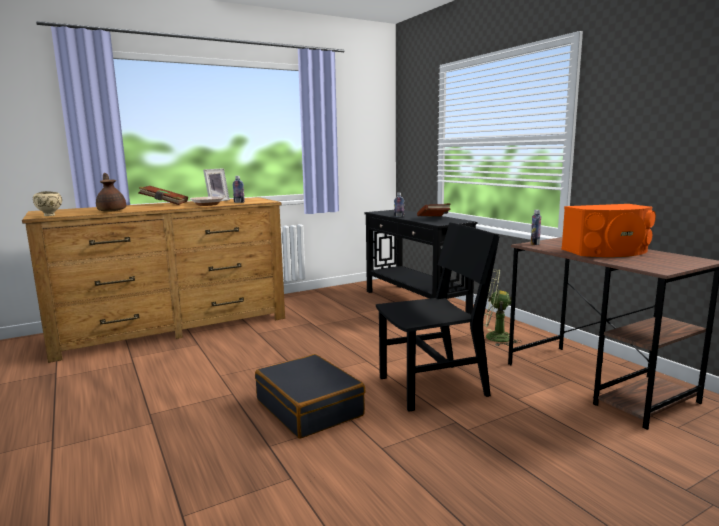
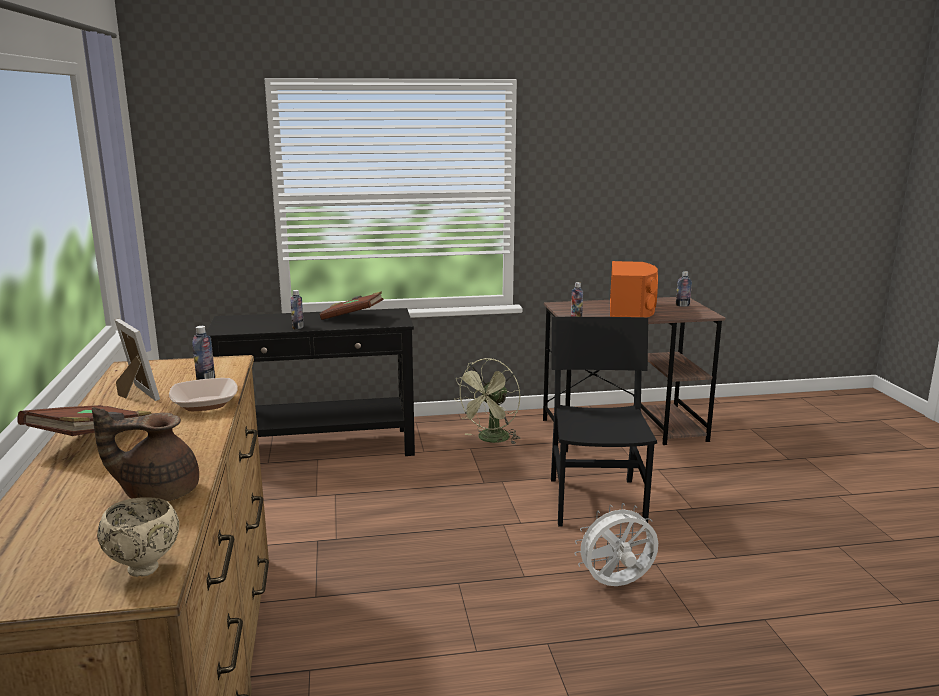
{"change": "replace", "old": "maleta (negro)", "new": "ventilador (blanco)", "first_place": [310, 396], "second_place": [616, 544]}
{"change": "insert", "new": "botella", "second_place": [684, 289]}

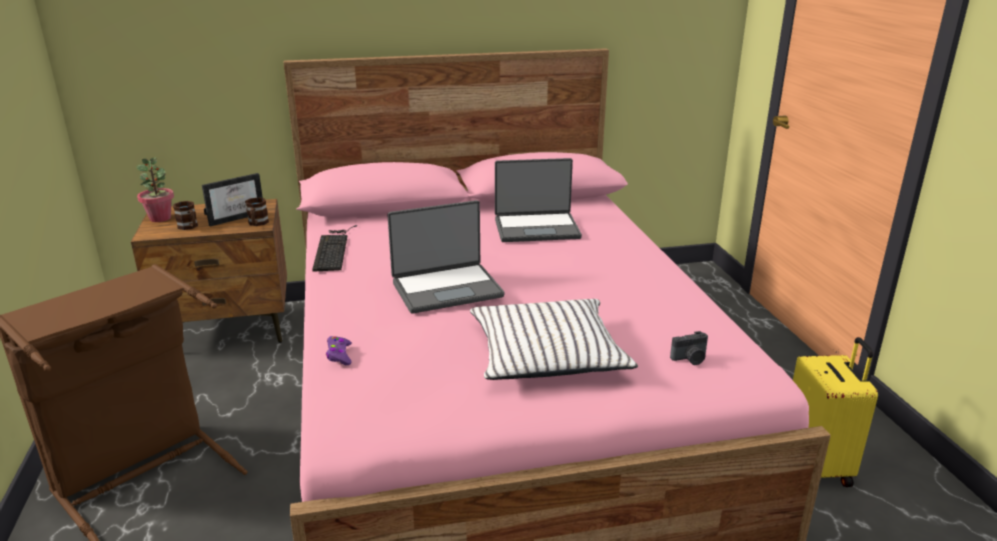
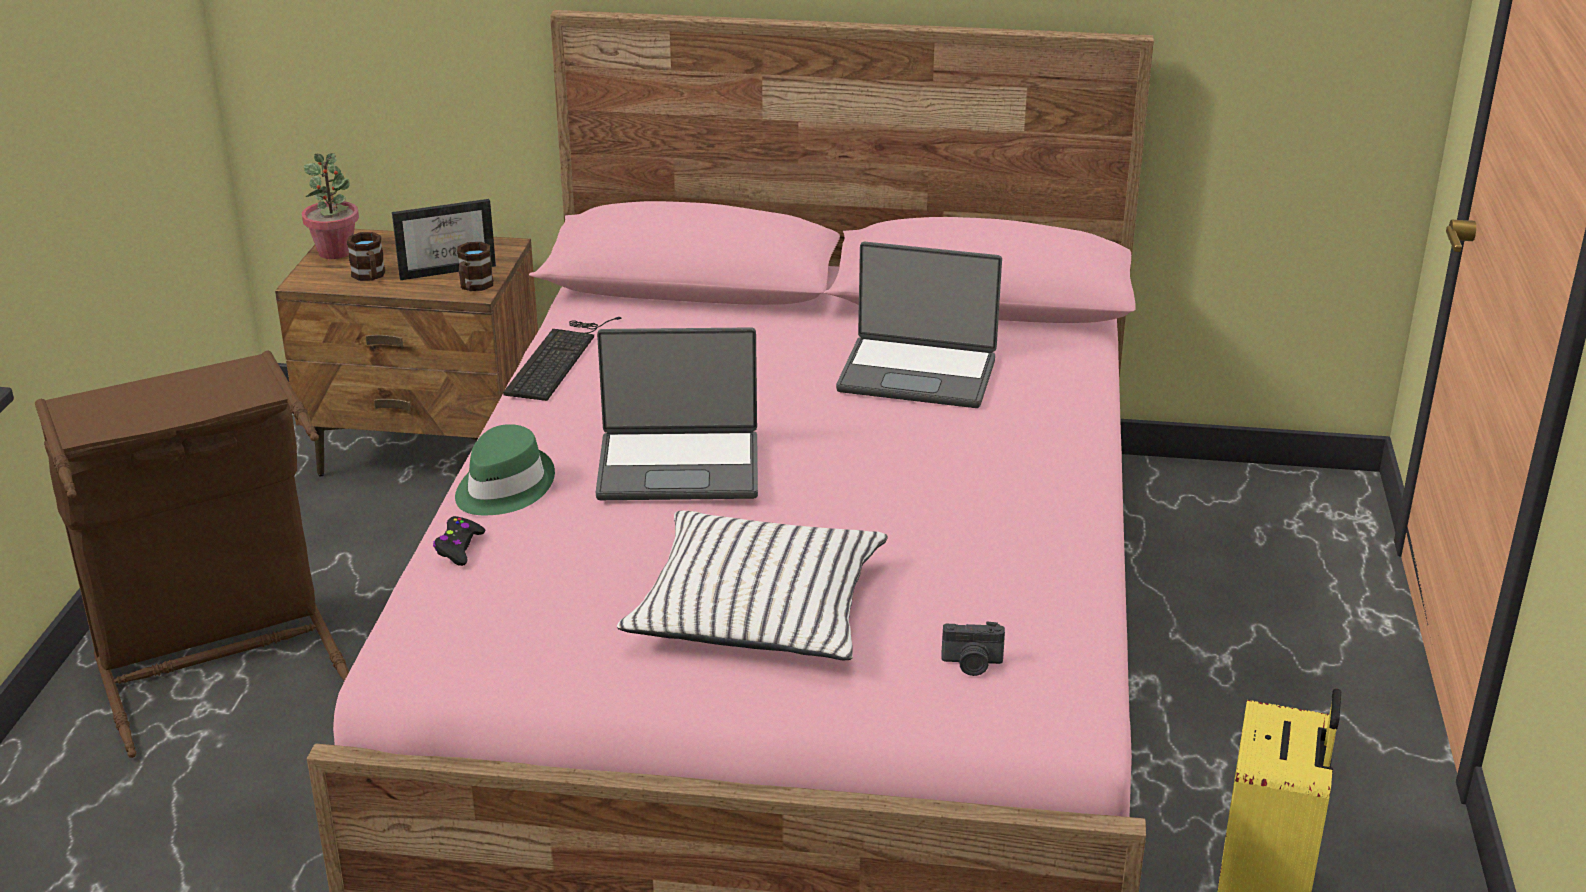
{"change": "recolor", "old": "mando de consola (morado)", "new": "mando de consola (negro)", "first_place": [339, 350], "second_place": [459, 541]}
{"change": "insert", "new": "sombrero (verde)", "second_place": [505, 469]}

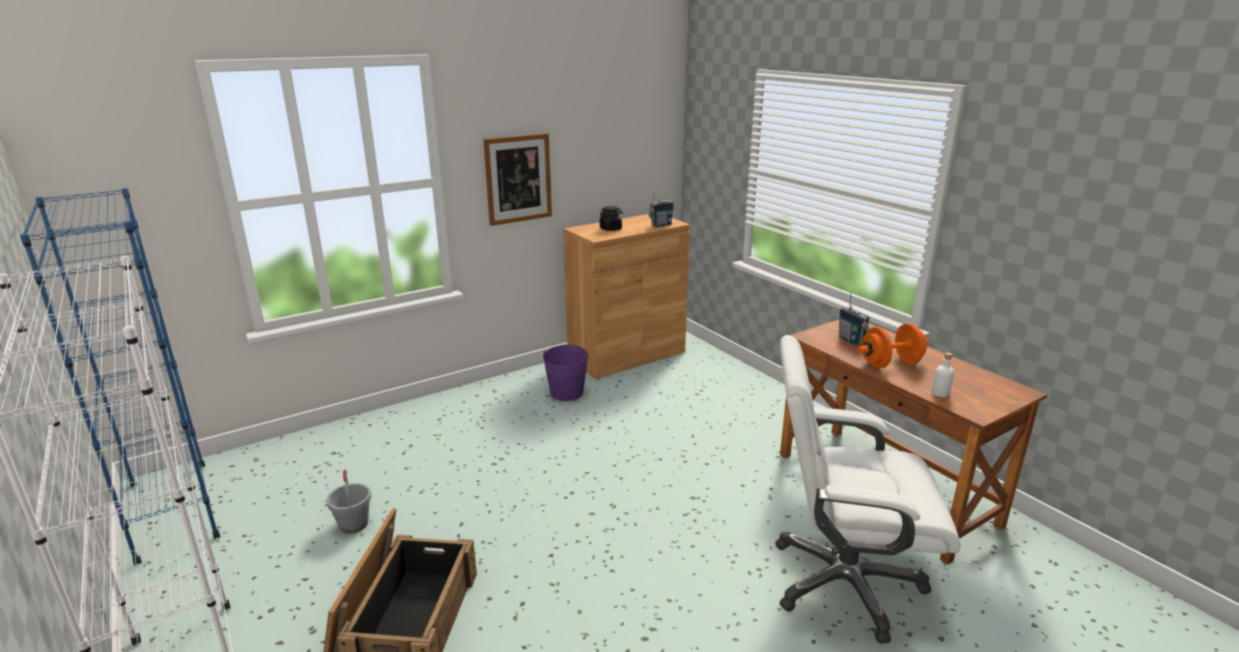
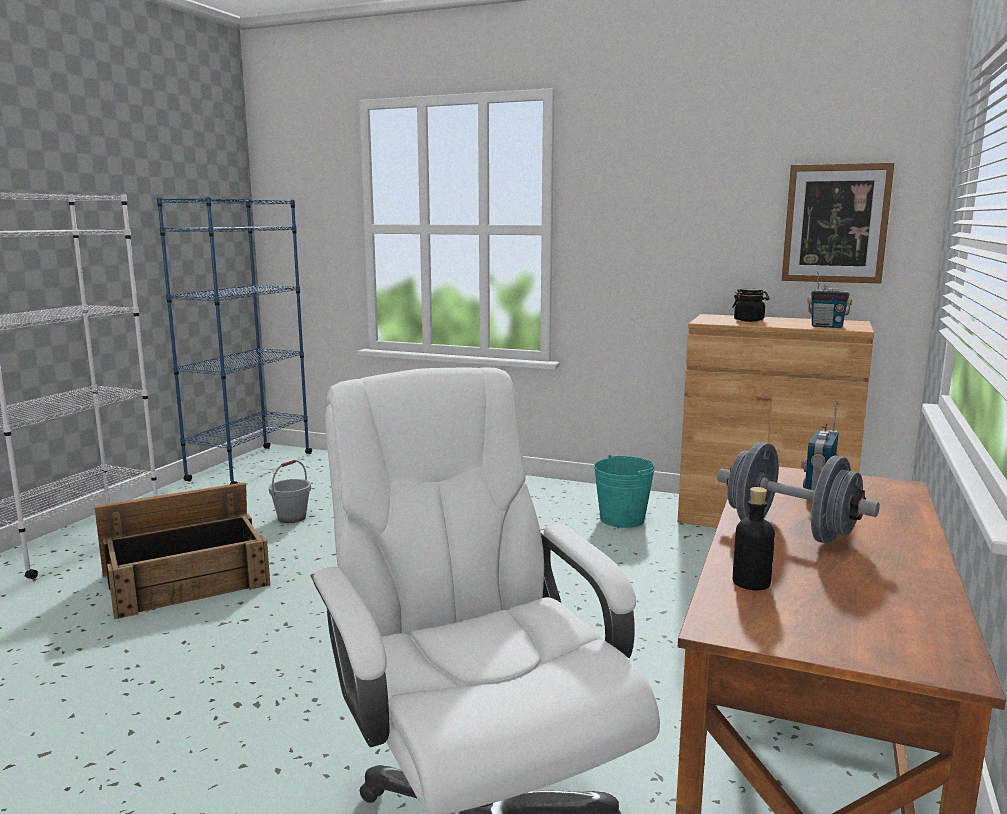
{"change": "recolor", "old": "cubo (morado)", "new": "cubo (turquesa)", "first_place": [565, 373], "second_place": [624, 491]}
{"change": "recolor", "old": "mancuerna (naranja)", "new": "mancuerna (gris)", "first_place": [893, 345], "second_place": [798, 493]}
{"change": "recolor", "old": "botella (blanco)", "new": "botella (negro)", "first_place": [943, 374], "second_place": [754, 538]}
{"change": "move", "old": "cuadro", "first_place": [517, 179], "second_place": [838, 223]}

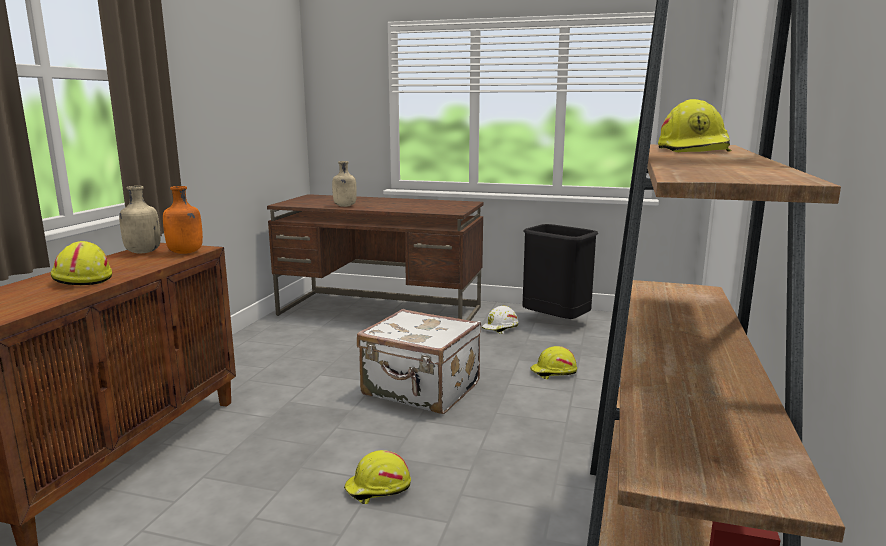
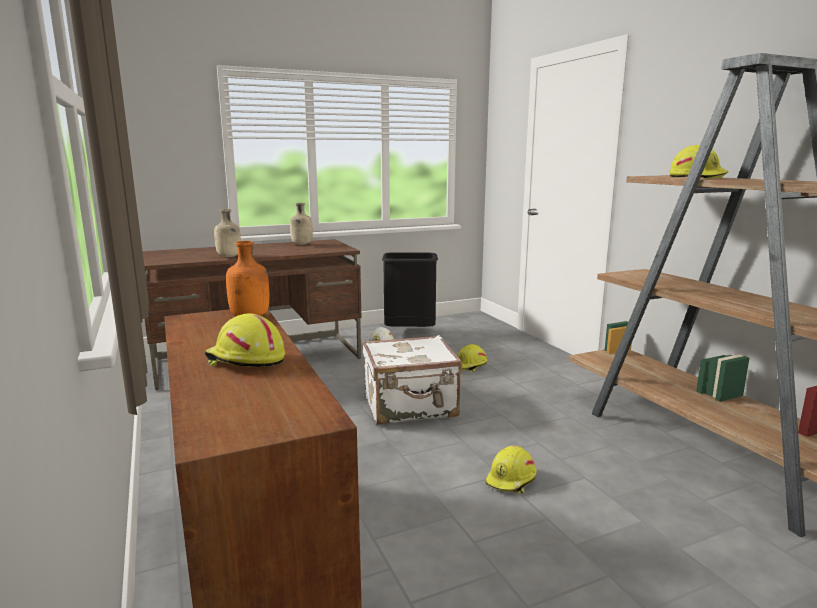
{"change": "move", "old": "botella (beis)", "first_place": [139, 219], "second_place": [301, 224]}

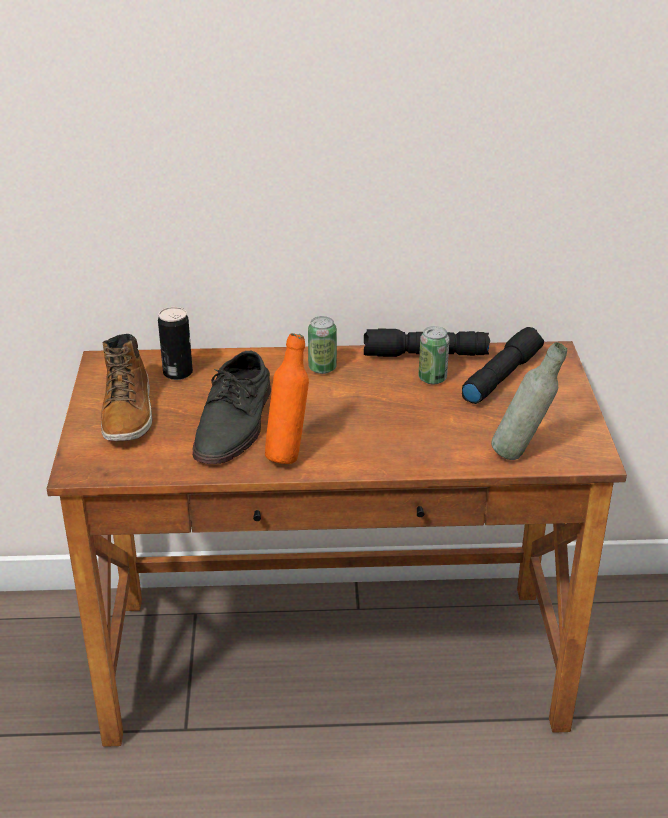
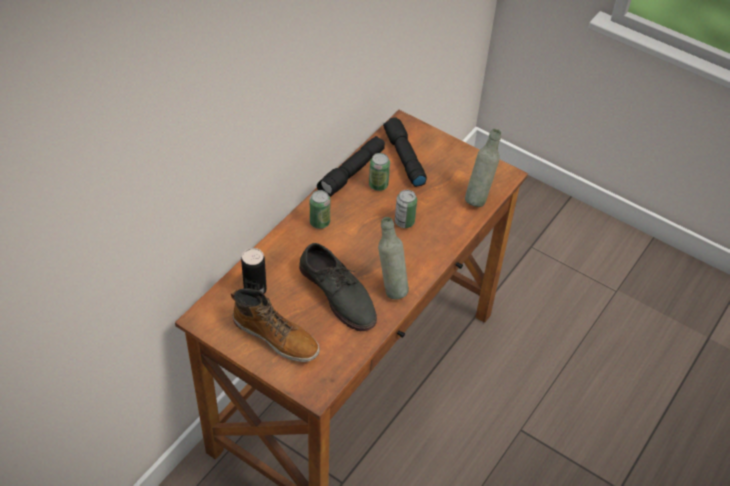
{"change": "recolor", "old": "botella (naranja)", "new": "botella (gris)", "first_place": [287, 398], "second_place": [393, 258]}
{"change": "insert", "new": "lata", "second_place": [406, 209]}

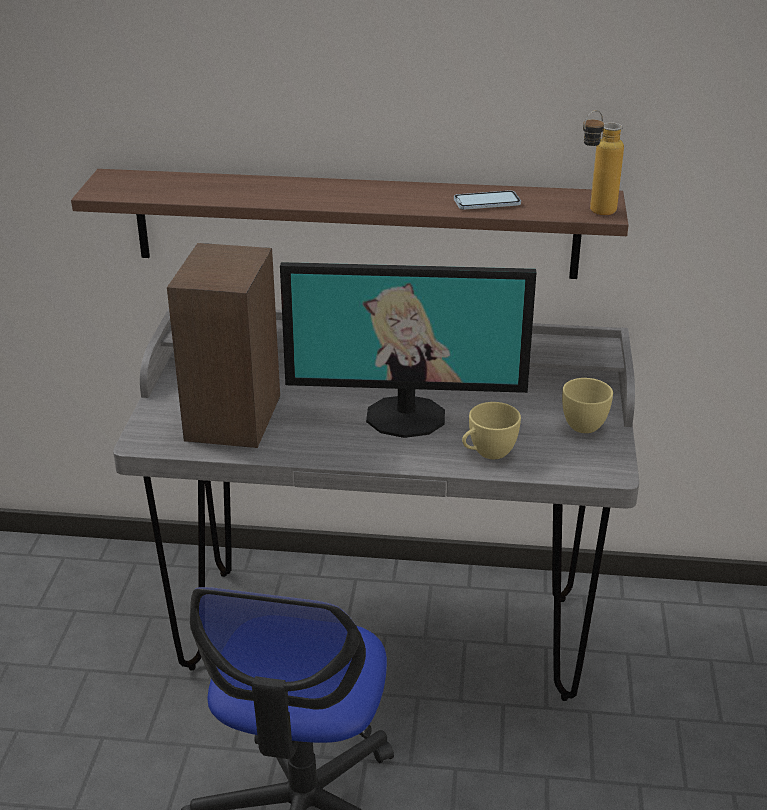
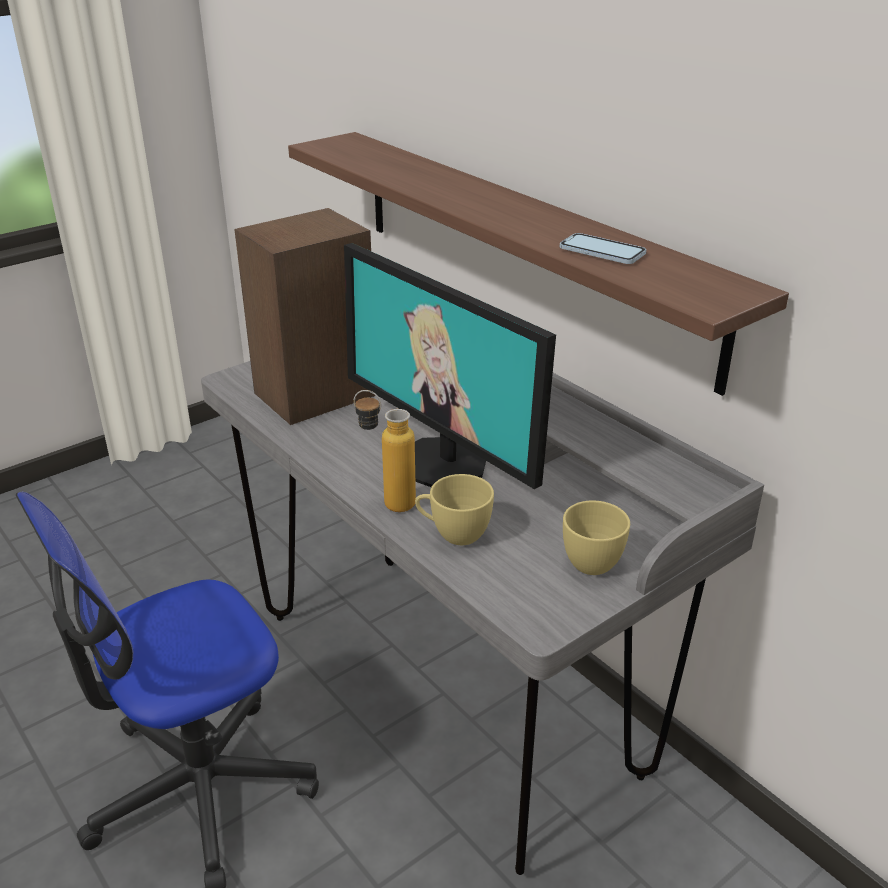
{"change": "move", "old": "botella", "first_place": [603, 162], "second_place": [385, 451]}

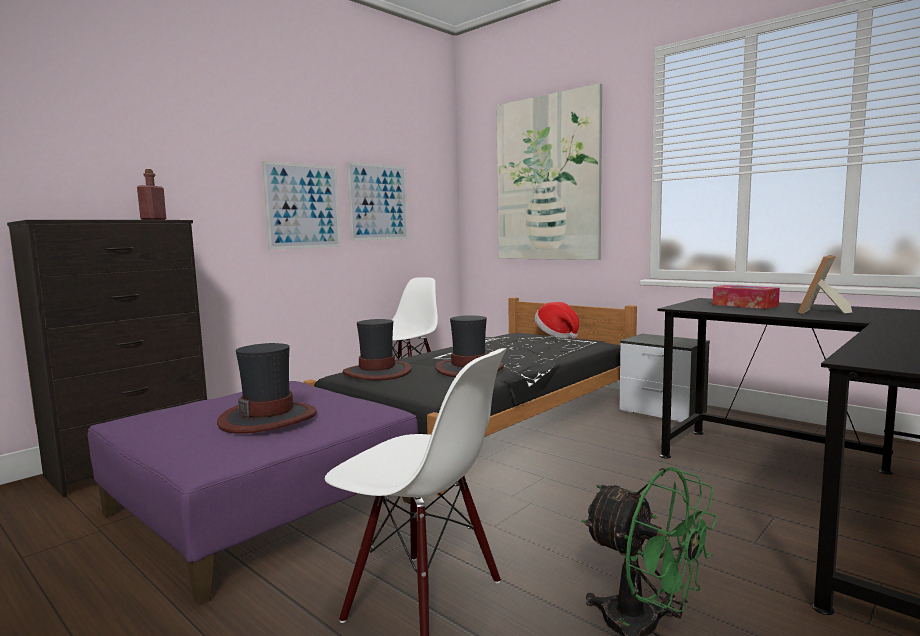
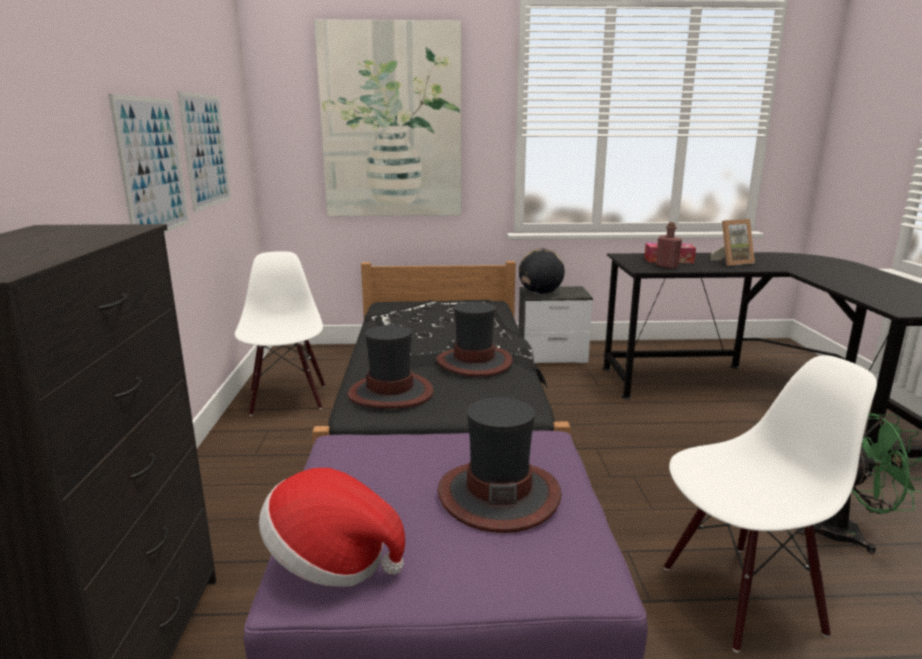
{"change": "move", "old": "sombrero", "first_place": [557, 320], "second_place": [332, 527]}
{"change": "insert", "new": "globo terráqueo", "second_place": [542, 271]}
{"change": "move", "old": "botella (rojo)", "first_place": [151, 194], "second_place": [669, 245]}
{"change": "rotate", "old": "portarretratos", "first_place": [825, 284], "second_place": [732, 242], "degrees": -105}

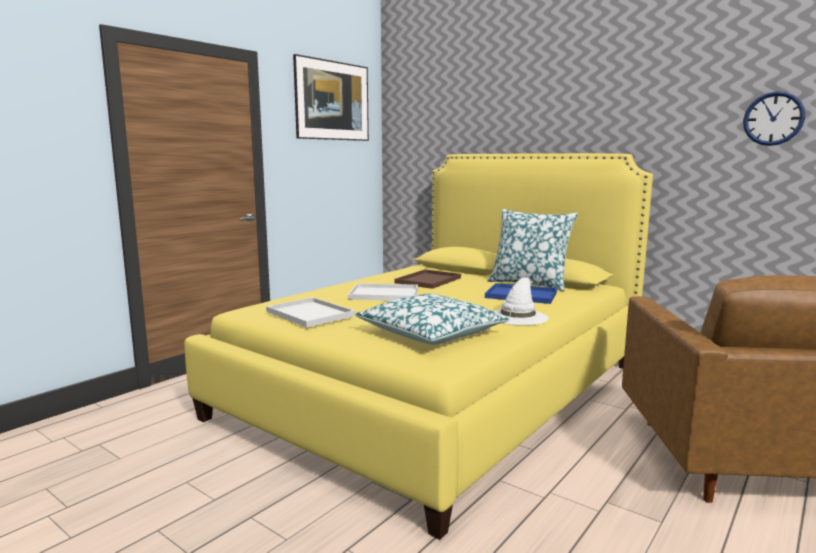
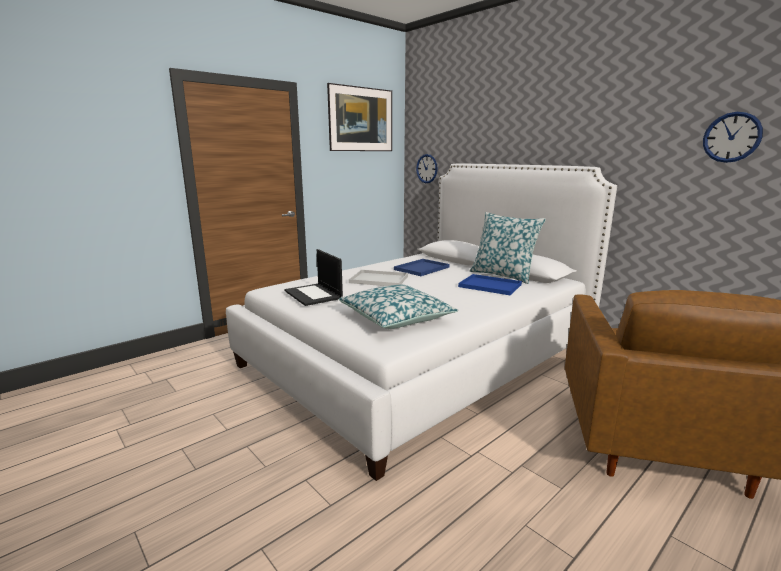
{"change": "recolor", "old": "cama (amarillo)", "new": "cama (blanco)", "first_place": [418, 346], "second_place": [421, 322]}
{"change": "replace", "old": "bandeja (blanco)", "new": "portátil", "first_place": [310, 312], "second_place": [313, 277]}
{"change": "recolor", "old": "bandeja (marrón)", "new": "bandeja (azul)", "first_place": [428, 279], "second_place": [421, 267]}
{"change": "insert", "new": "reloj de pared", "second_place": [427, 168]}
{"change": "delete", "old": "sombrero (blanco)", "first_place": [520, 301]}

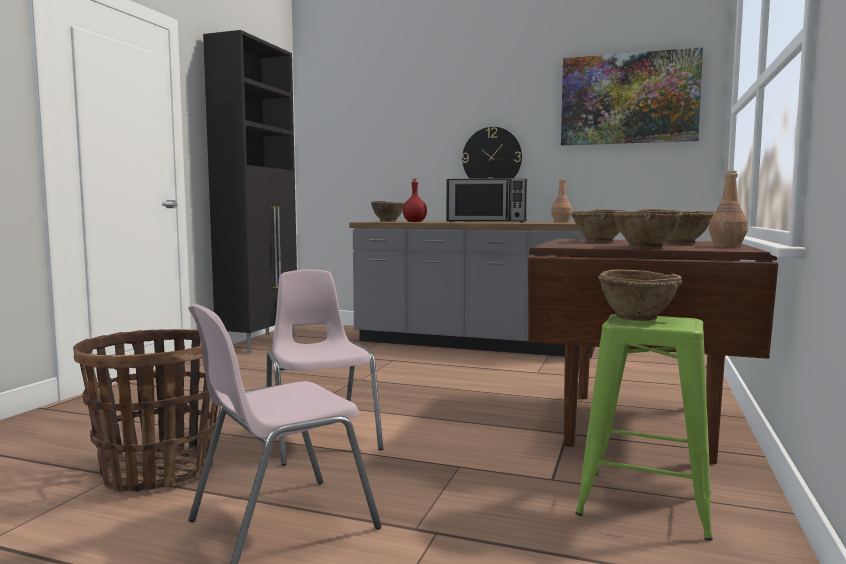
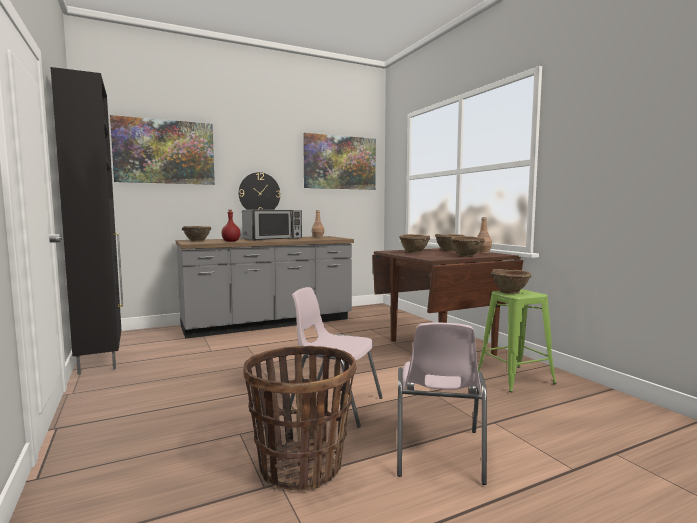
{"change": "insert", "new": "cuadro", "second_place": [162, 150]}

